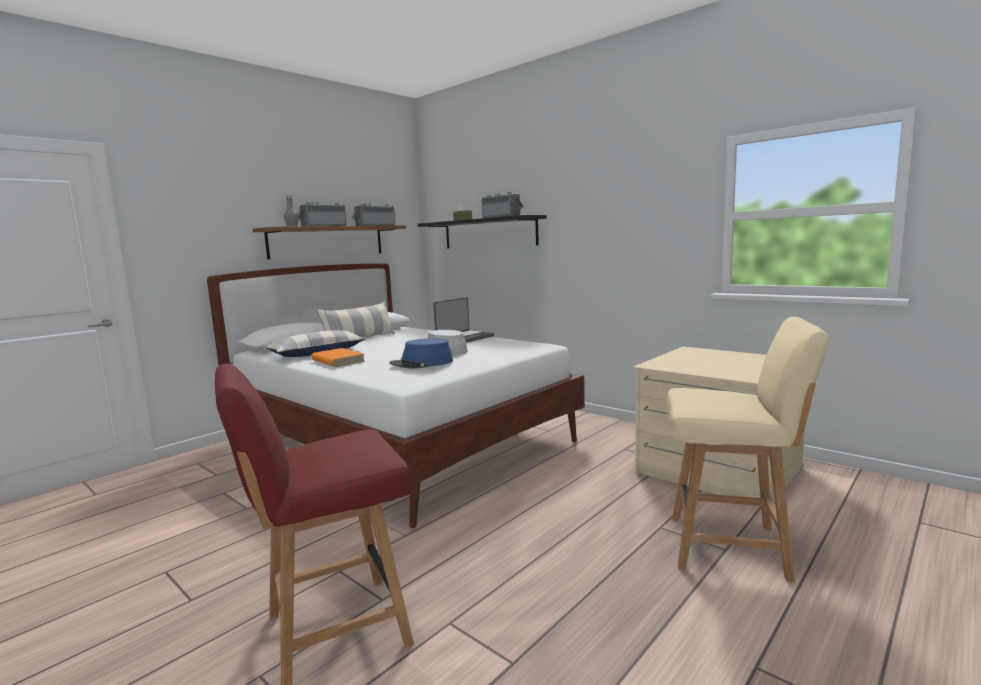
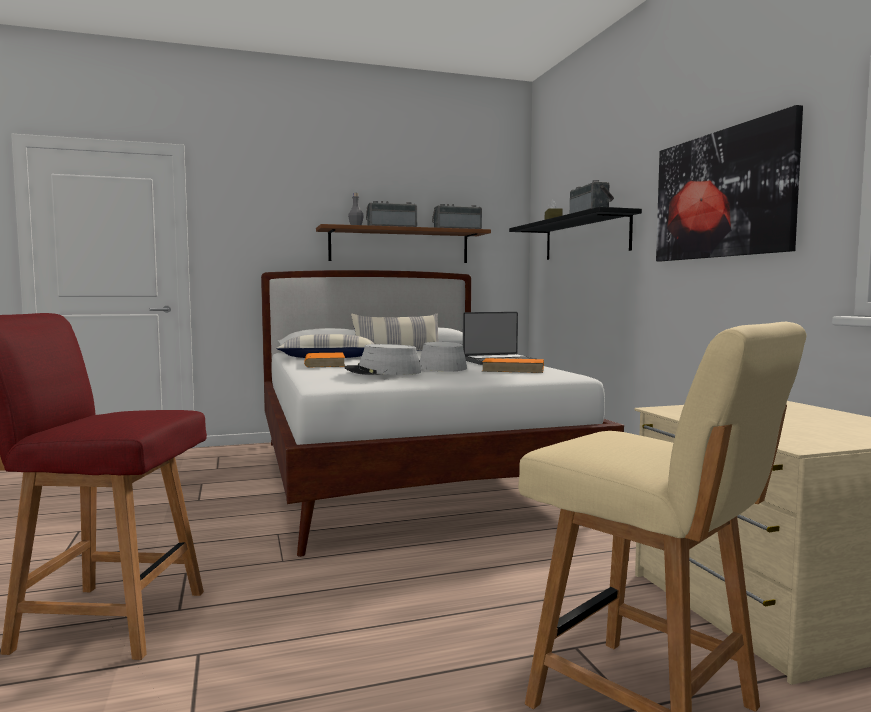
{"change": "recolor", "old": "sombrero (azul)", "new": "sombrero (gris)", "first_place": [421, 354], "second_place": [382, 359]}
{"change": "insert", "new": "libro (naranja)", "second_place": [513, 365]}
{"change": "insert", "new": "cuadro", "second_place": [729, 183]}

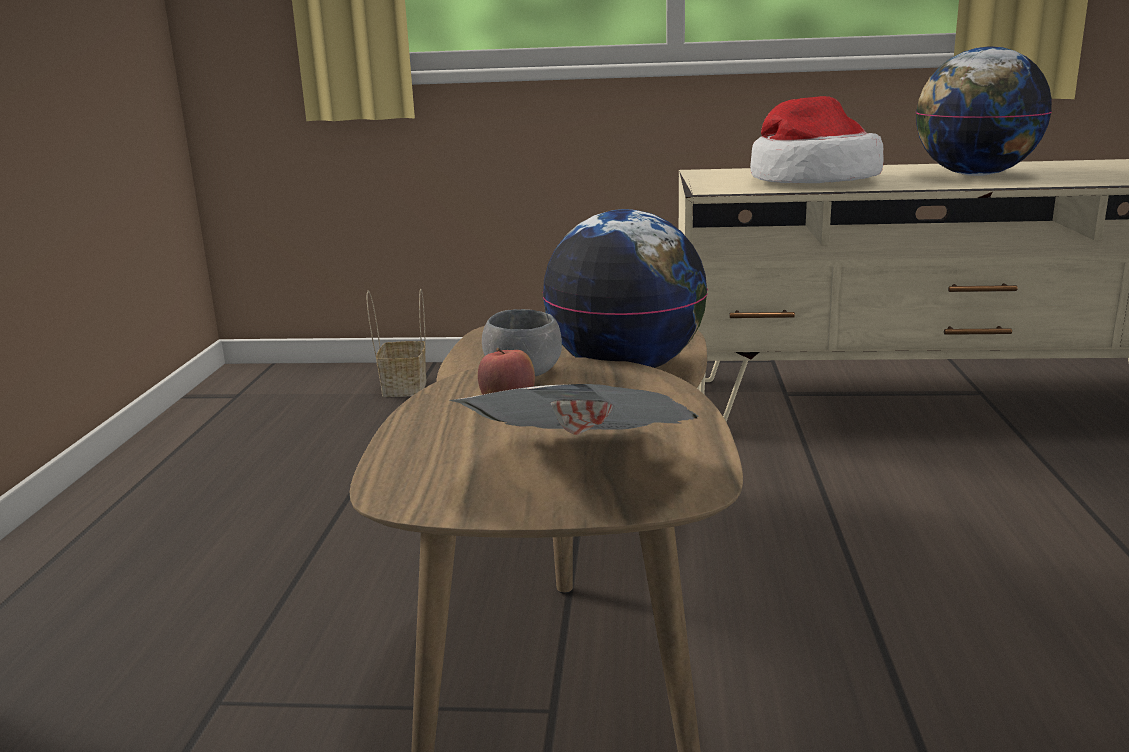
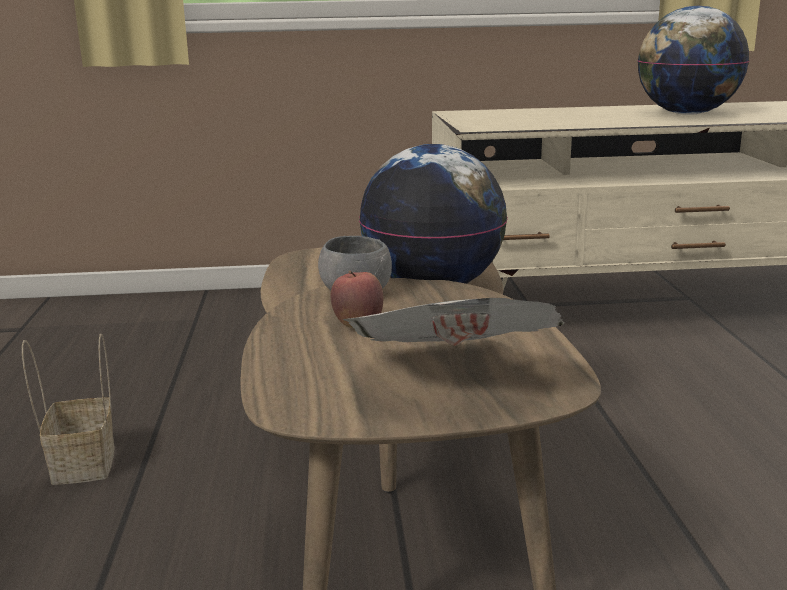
{"change": "move", "old": "cesta", "first_place": [396, 342], "second_place": [68, 409]}
{"change": "delete", "old": "sombrero", "first_place": [817, 139]}

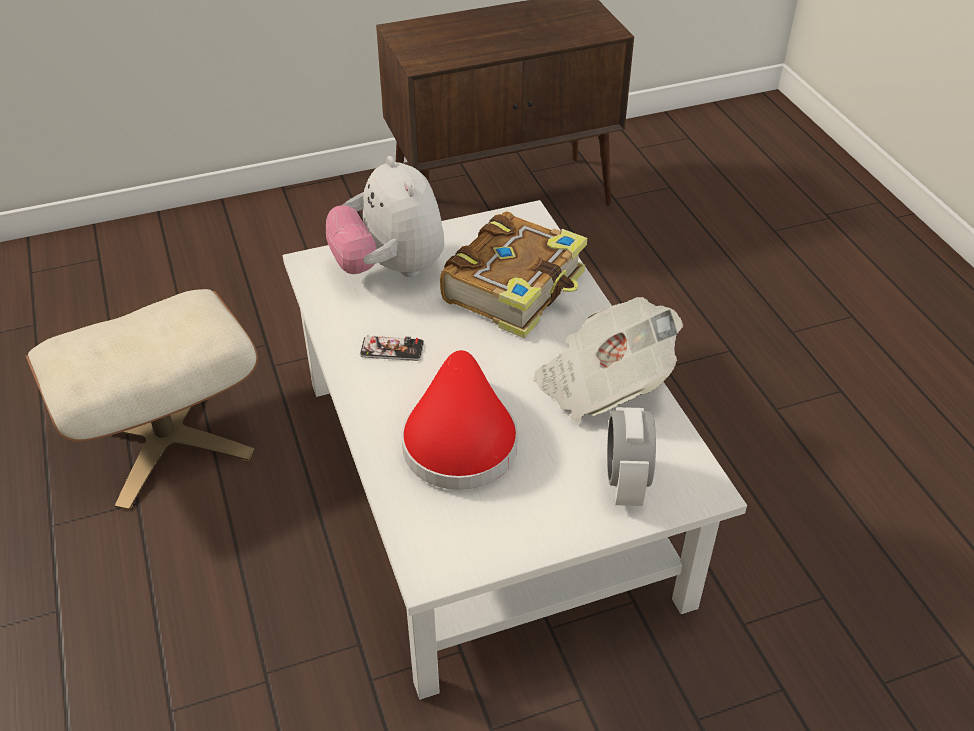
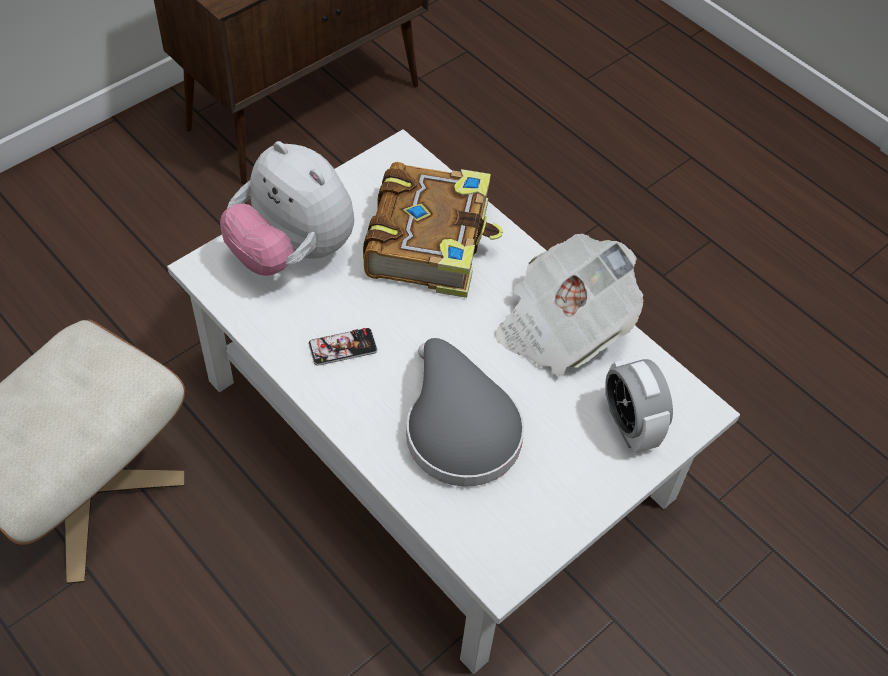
{"change": "recolor", "old": "sombrero (rojo)", "new": "sombrero (gris)", "first_place": [459, 420], "second_place": [465, 412]}

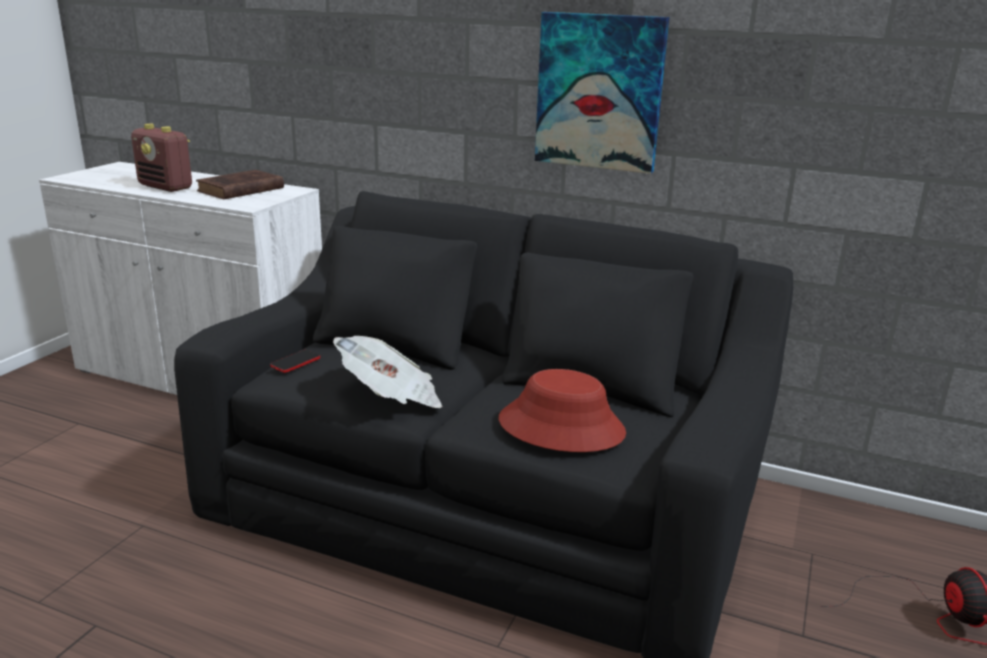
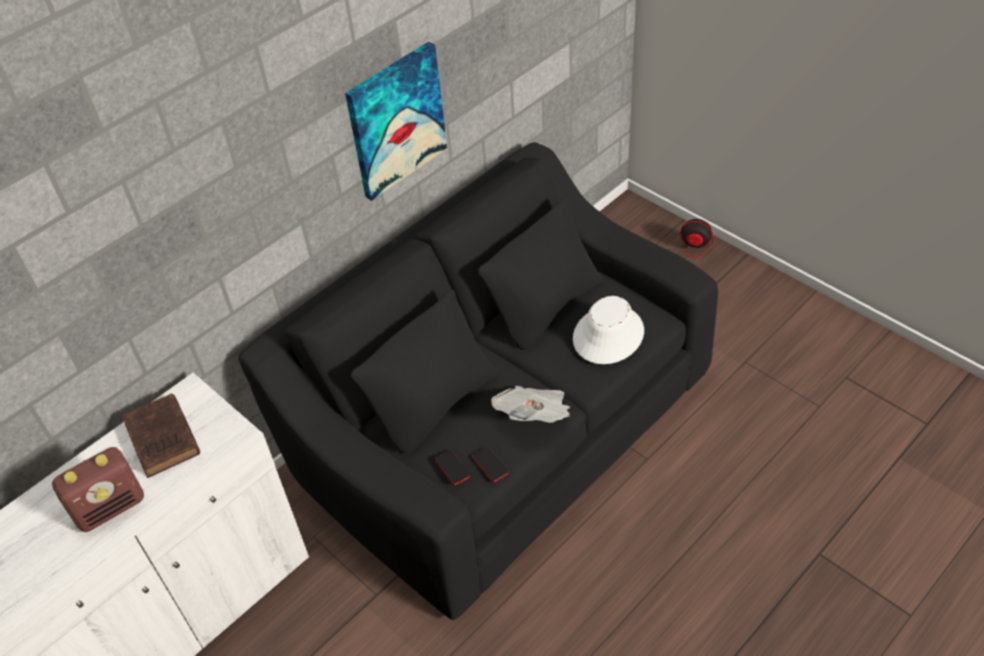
{"change": "insert", "new": "móvil", "second_place": [490, 464]}
{"change": "recolor", "old": "sombrero (rojo)", "new": "sombrero (blanco)", "first_place": [562, 410], "second_place": [608, 330]}

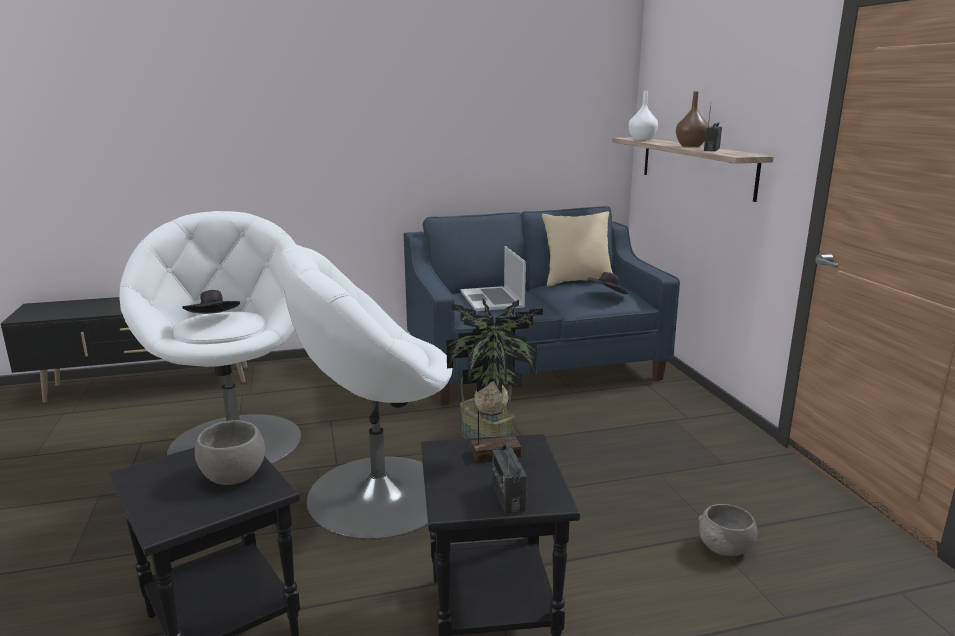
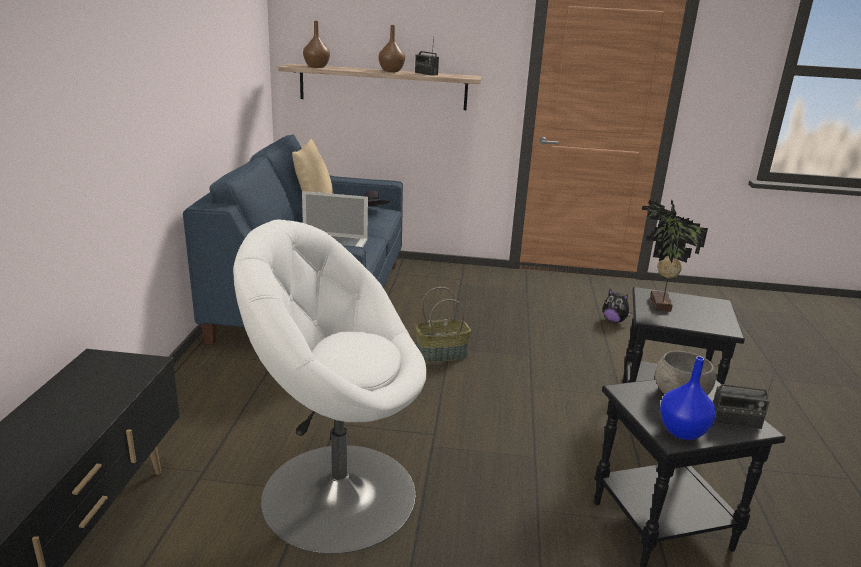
{"change": "recolor", "old": "florero (blanco)", "new": "florero (marrón)", "first_place": [643, 115], "second_place": [316, 44]}
{"change": "replace", "old": "cuenco (gris)", "new": "peluche", "first_place": [727, 530], "second_place": [618, 306]}
{"change": "insert", "new": "florero (azul)", "second_place": [688, 398]}
{"change": "move", "old": "radio", "first_place": [509, 474], "second_place": [744, 398]}
{"change": "delete", "old": "sombrero (negro)", "first_place": [211, 302]}
{"change": "delete", "old": "sillón (blanco)", "first_place": [366, 391]}

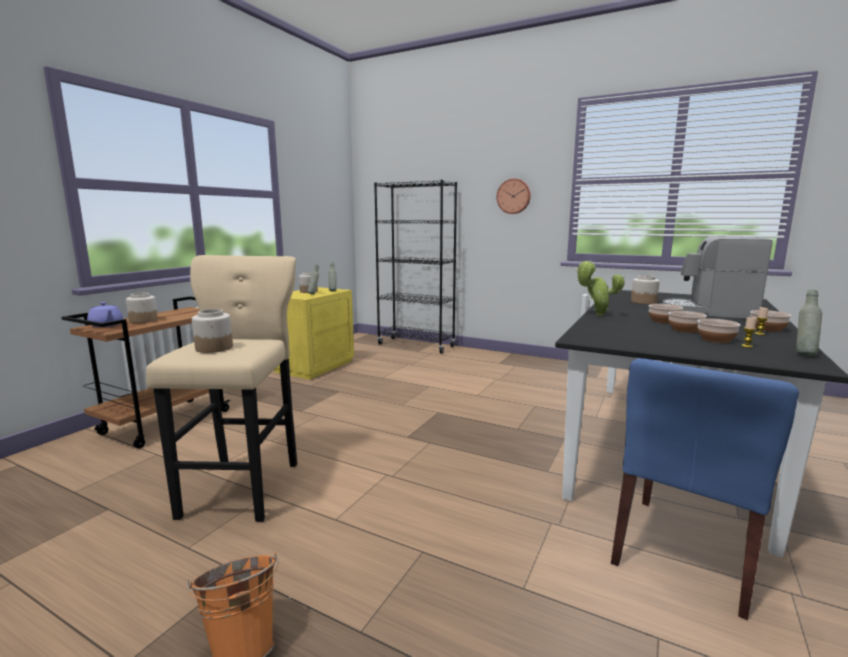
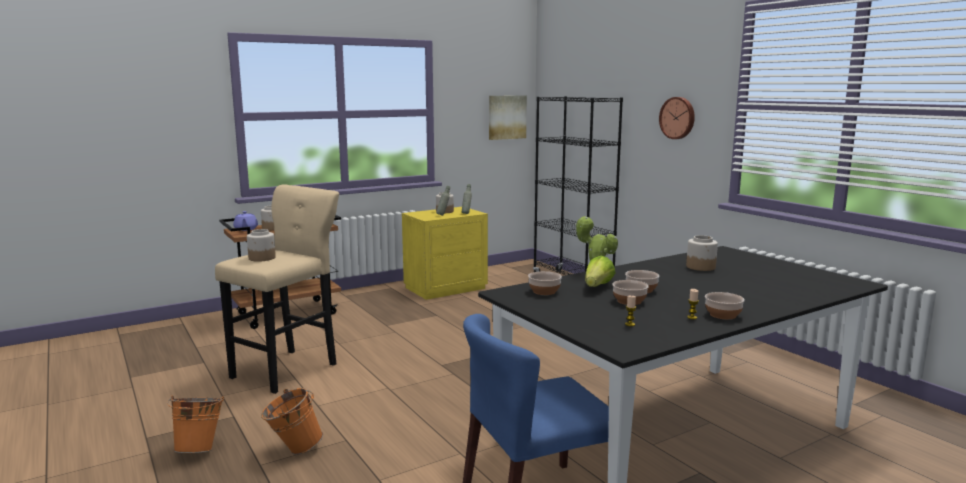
{"change": "insert", "new": "cubo (naranja)", "second_place": [292, 421]}
{"change": "insert", "new": "cuadro", "second_place": [508, 117]}
{"change": "move", "old": "cuenco", "first_place": [719, 330], "second_place": [545, 283]}
{"change": "insert", "new": "lechuga", "second_place": [600, 271]}
{"change": "delete", "old": "cafetera", "first_place": [717, 278]}
{"change": "delete", "old": "botella (gris)", "first_place": [809, 323]}

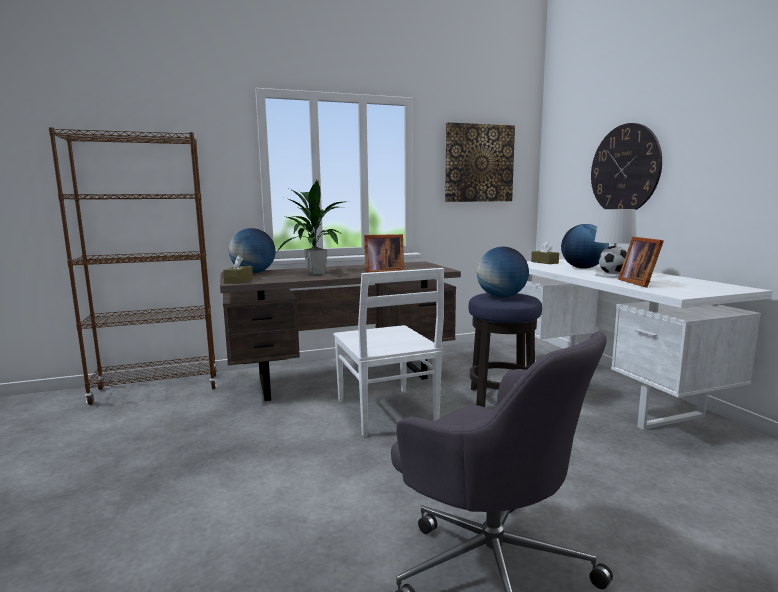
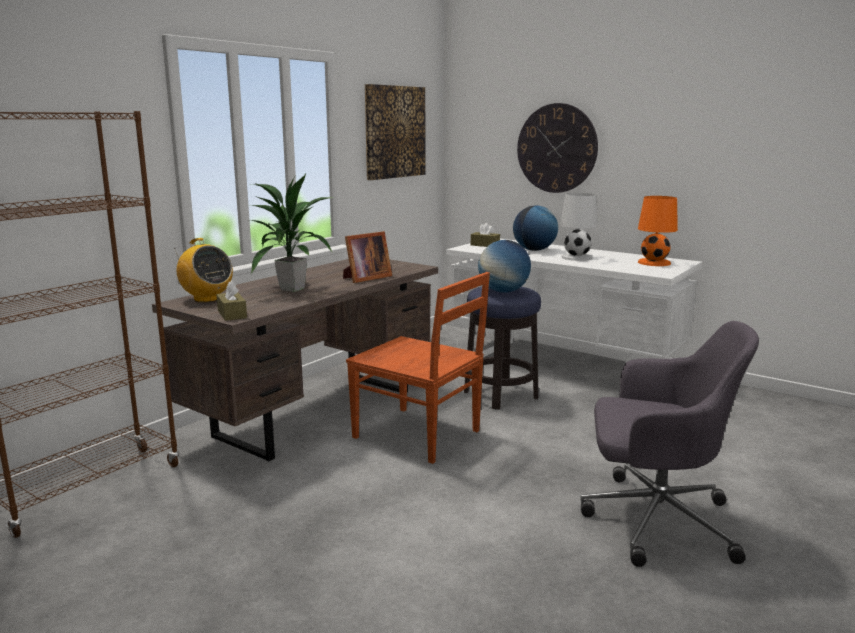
{"change": "replace", "old": "globo terráqueo", "new": "radio", "first_place": [252, 250], "second_place": [203, 270]}
{"change": "recolor", "old": "silla (blanco)", "new": "silla (marrón)", "first_place": [388, 352], "second_place": [418, 368]}
{"change": "insert", "new": "lámpara de mesa (naranja)", "second_place": [658, 231]}
{"change": "delete", "old": "portarretratos", "first_place": [641, 262]}

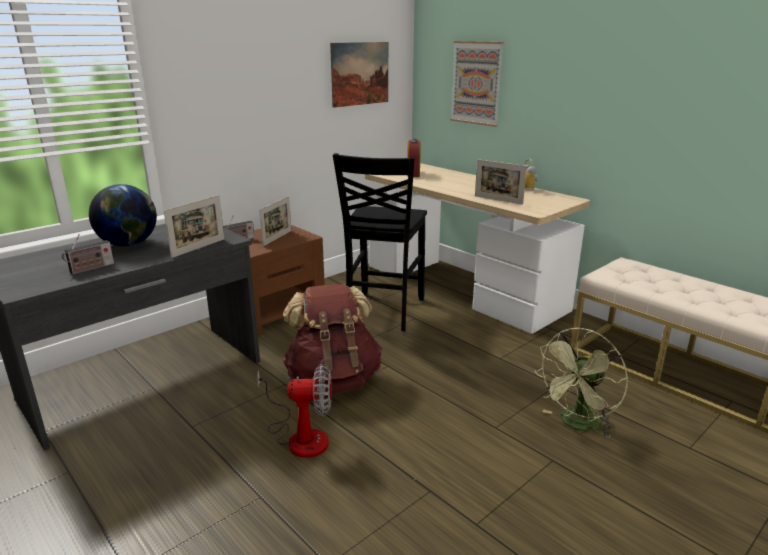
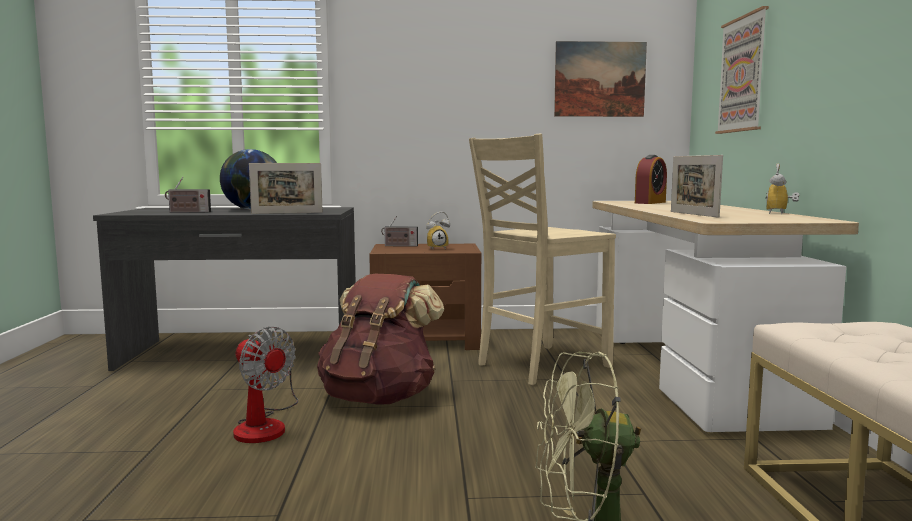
{"change": "replace", "old": "portarretratos", "new": "despertador", "first_place": [275, 221], "second_place": [438, 230]}
{"change": "recolor", "old": "silla (negro)", "new": "silla (beis)", "first_place": [380, 242], "second_place": [542, 259]}

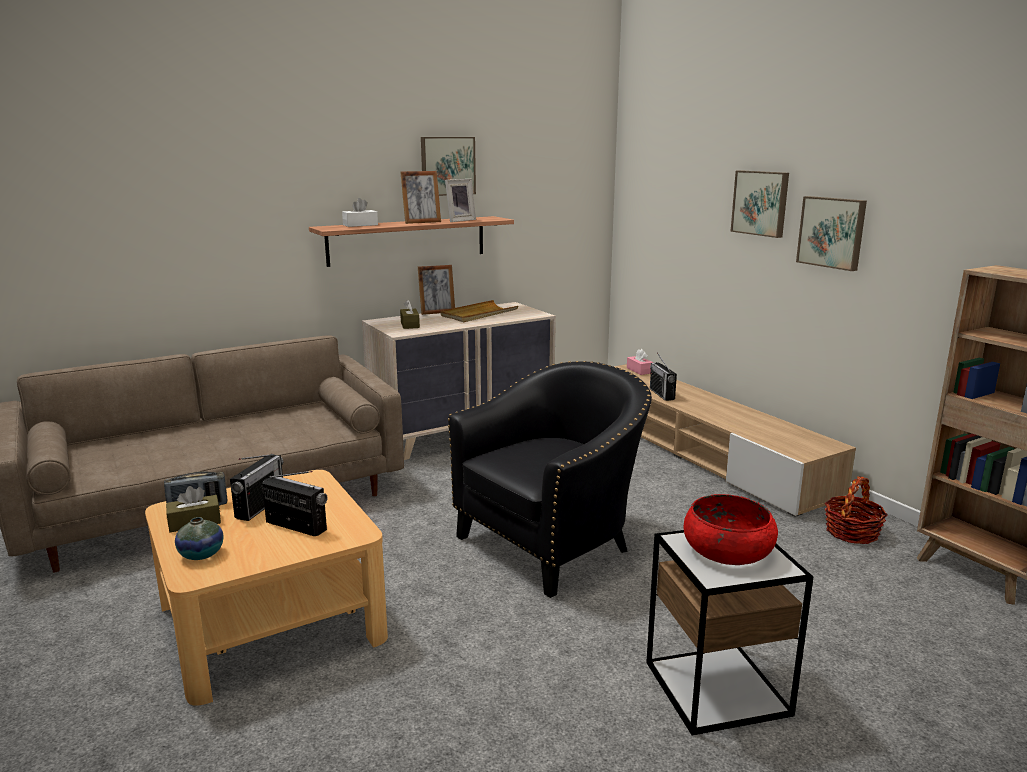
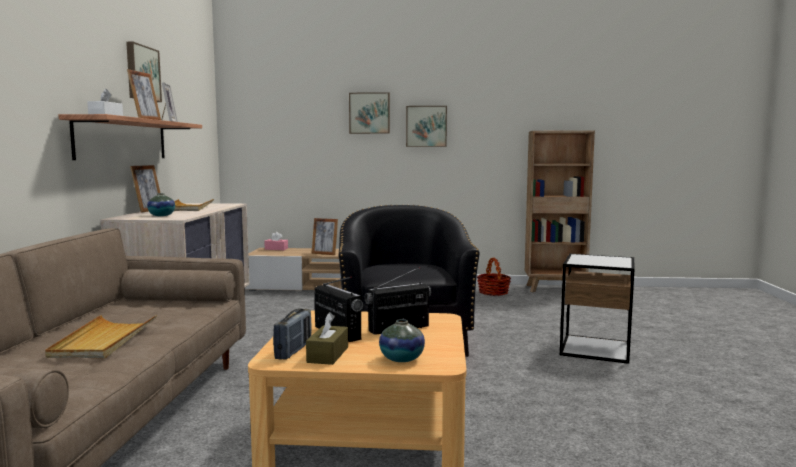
{"change": "insert", "new": "bandeja (beis)", "second_place": [101, 336]}
{"change": "replace", "old": "caja de pañuelos (marrón)", "new": "florero", "first_place": [410, 314], "second_place": [161, 204]}
{"change": "replace", "old": "radio", "new": "portarretratos", "first_place": [663, 376], "second_place": [324, 236]}
{"change": "delete", "old": "cuenco (rojo)", "first_place": [730, 529]}

